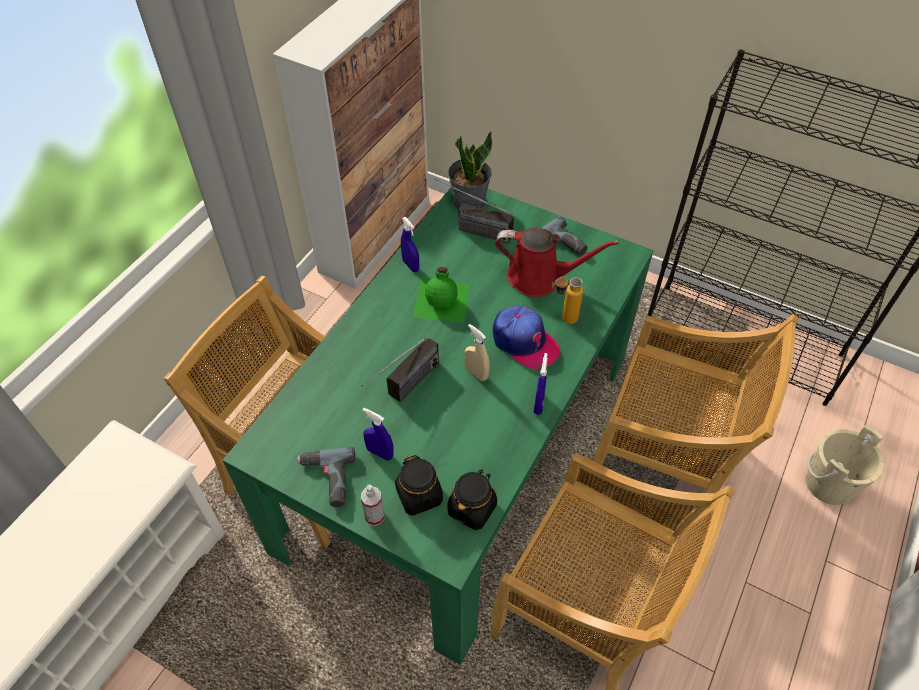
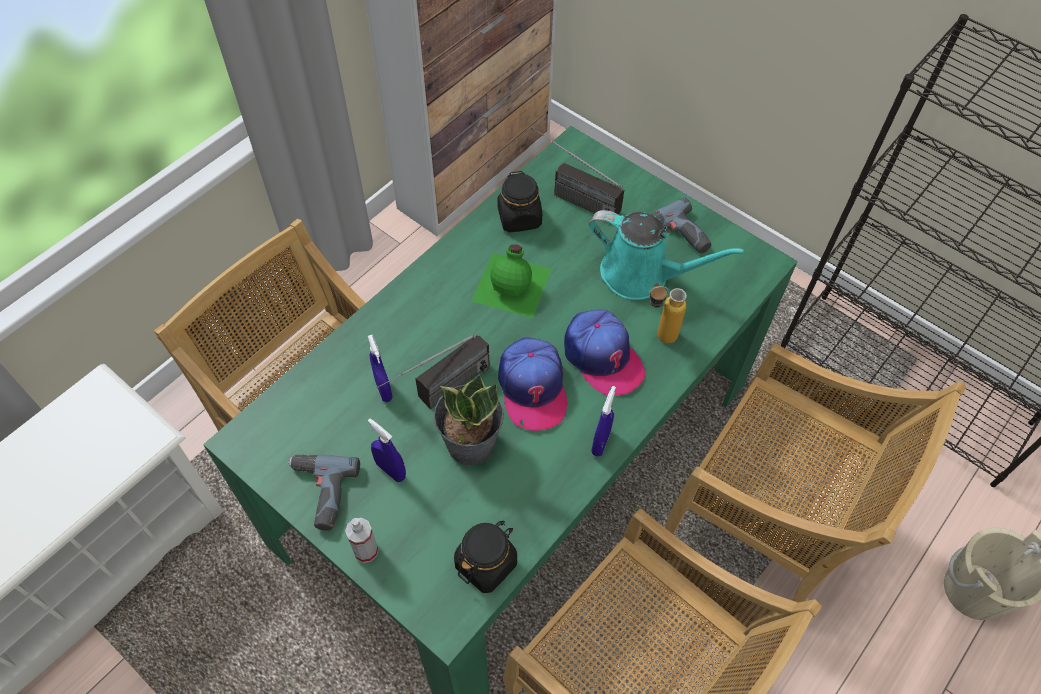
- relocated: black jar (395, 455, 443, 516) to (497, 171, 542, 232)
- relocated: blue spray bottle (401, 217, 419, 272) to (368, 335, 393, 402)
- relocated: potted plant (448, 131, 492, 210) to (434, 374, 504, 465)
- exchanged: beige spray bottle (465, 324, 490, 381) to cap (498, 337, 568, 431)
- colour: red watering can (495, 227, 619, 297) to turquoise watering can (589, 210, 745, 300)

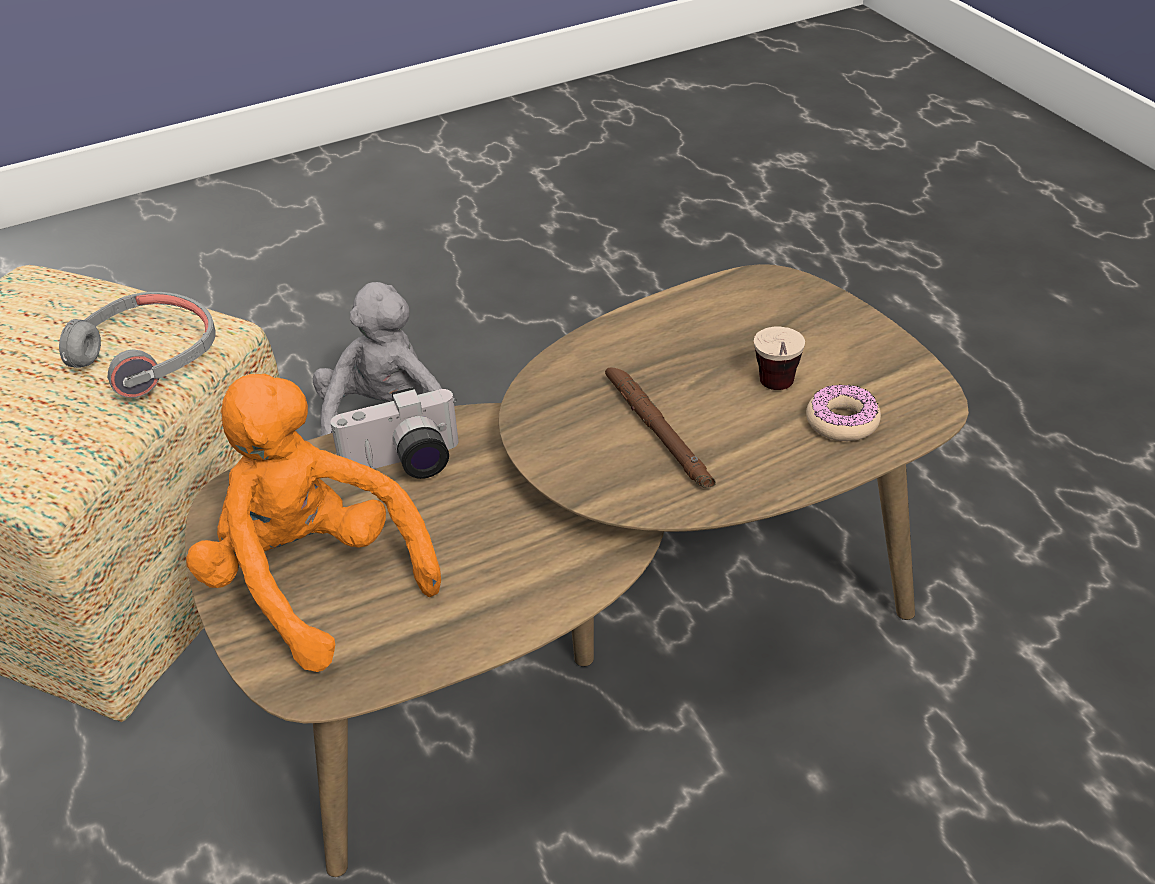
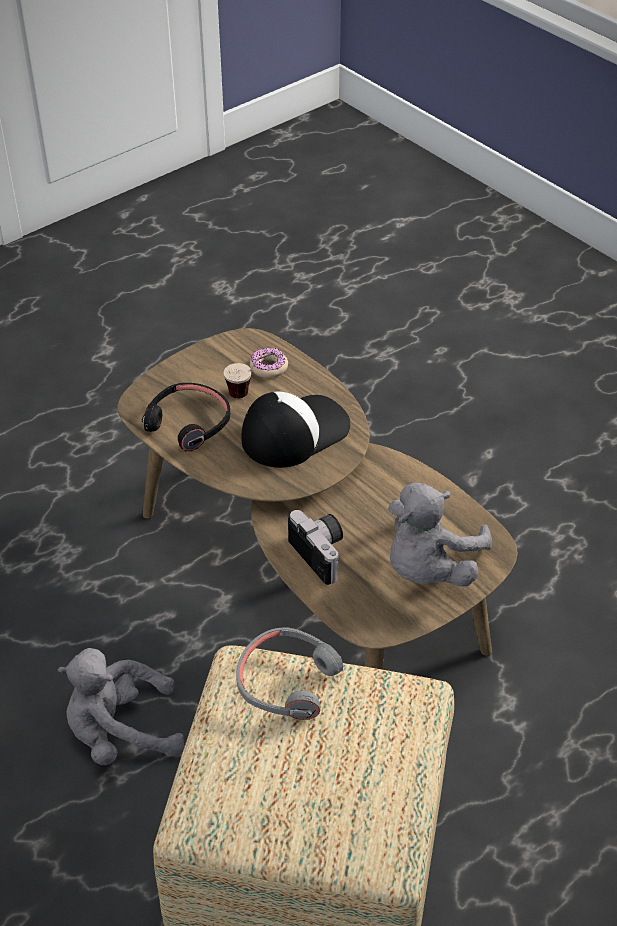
- appeared: black headphones (142, 383, 230, 451)
- exchanged: brown flashlight (605, 367, 716, 488) to cap (242, 391, 350, 468)
- colour: orange plush toy (186, 373, 441, 672) to grey plush toy (388, 482, 492, 586)

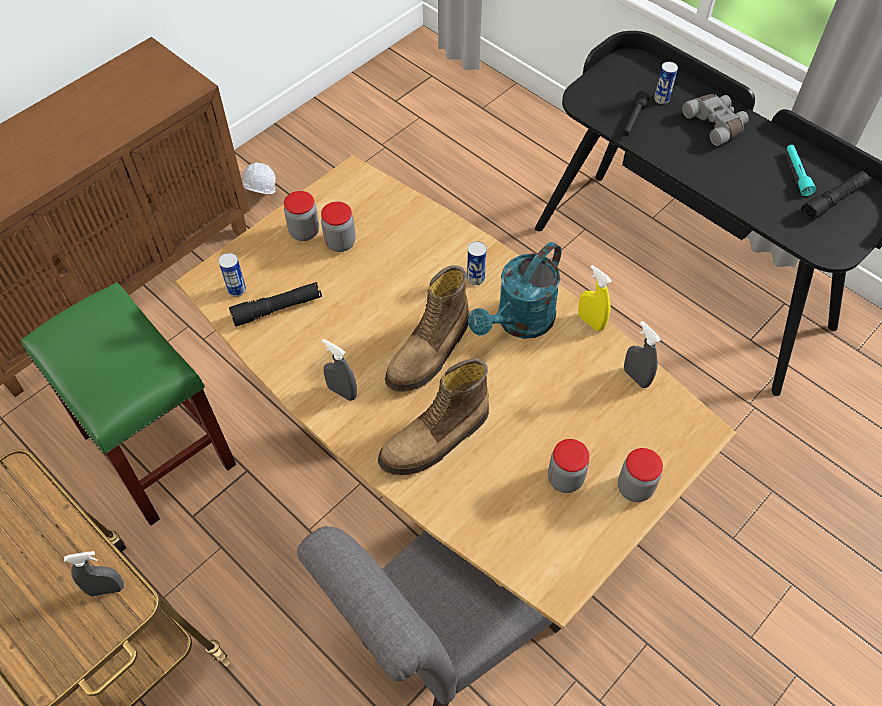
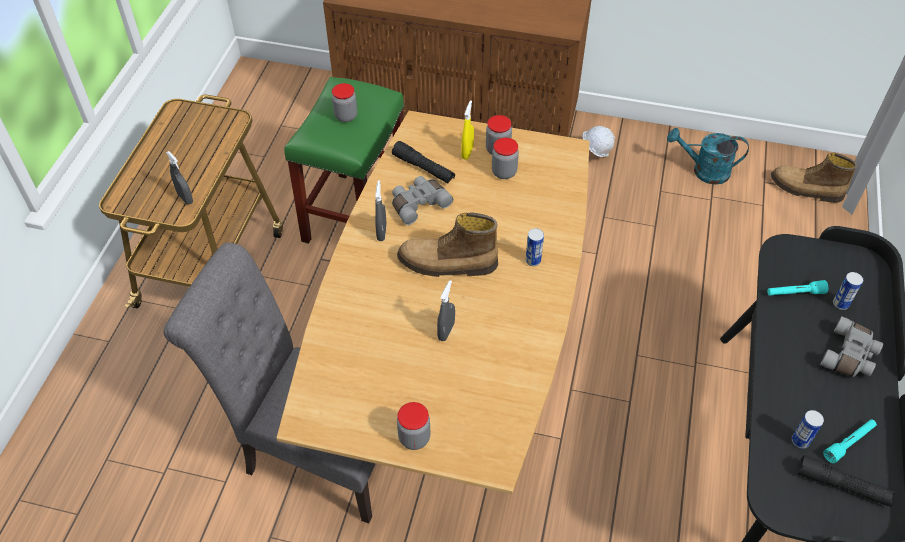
- appeared: grey binoculars (392, 176, 453, 225)
- relocated: can (219, 253, 246, 297) to (792, 410, 824, 449)
- relocated: boot (378, 358, 489, 475) to (771, 153, 857, 203)
- relocated: turquoise watering can (468, 242, 562, 339) to (667, 128, 749, 185)
- relocated: jar (548, 439, 590, 493) to (332, 83, 357, 122)
- relocated: yellow spray bottle (578, 265, 612, 331) to (461, 100, 474, 160)
- relocated: grey spray bottle (624, 321, 661, 388) to (437, 280, 455, 341)
- colour: black flashlight (622, 91, 649, 136) to turquoise flashlight (767, 280, 828, 296)

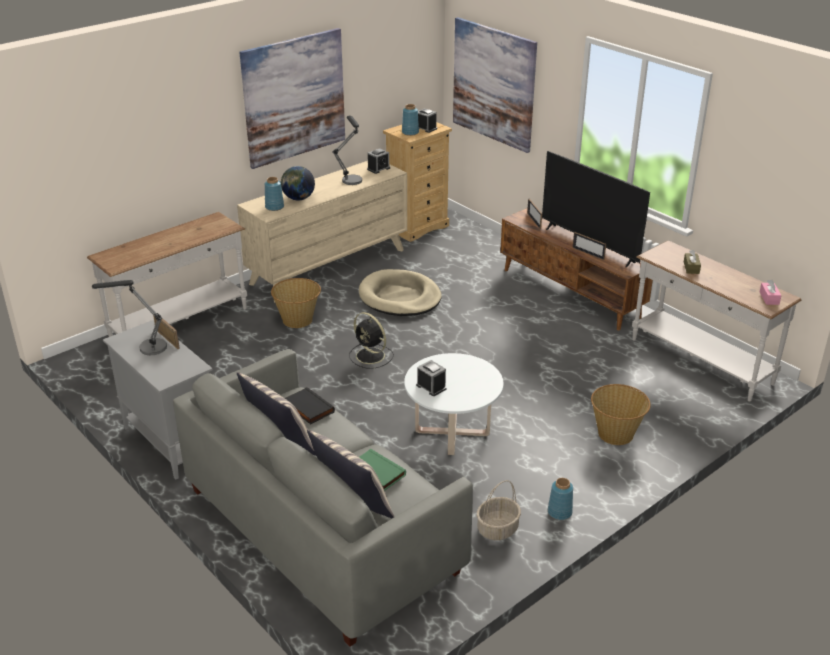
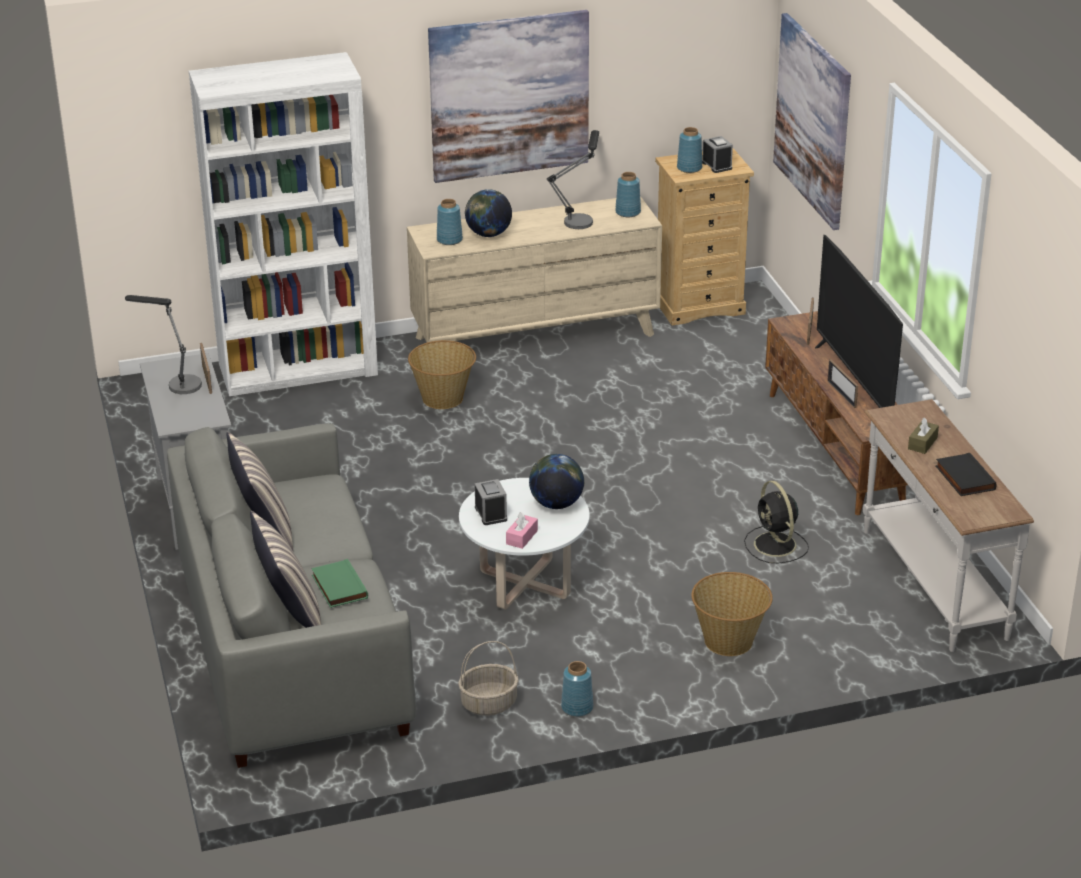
- missing: beige dog bed (359, 269, 442, 316)
- appeared: globe (529, 454, 584, 509)
- relocated: black book (285, 387, 335, 424) to (935, 453, 997, 496)
- relocated: black fan (349, 312, 394, 369) to (744, 481, 809, 563)
- relocated: pink tissue box (760, 280, 782, 305) to (506, 512, 538, 549)
- exchanged: white console table (87, 212, 247, 337) to white bookcase (189, 52, 378, 396)
- exchanged: alarm clock (367, 148, 390, 174) to blue vase (615, 172, 641, 217)

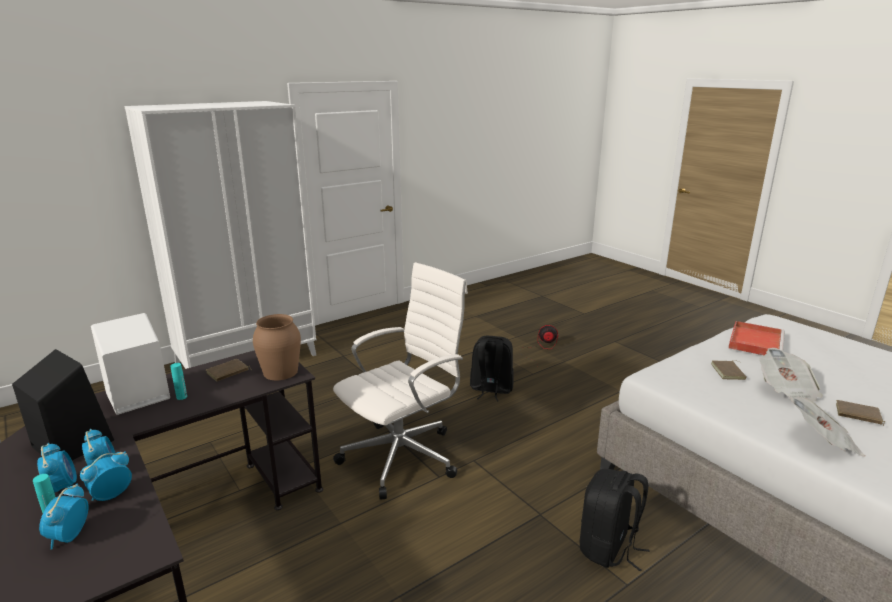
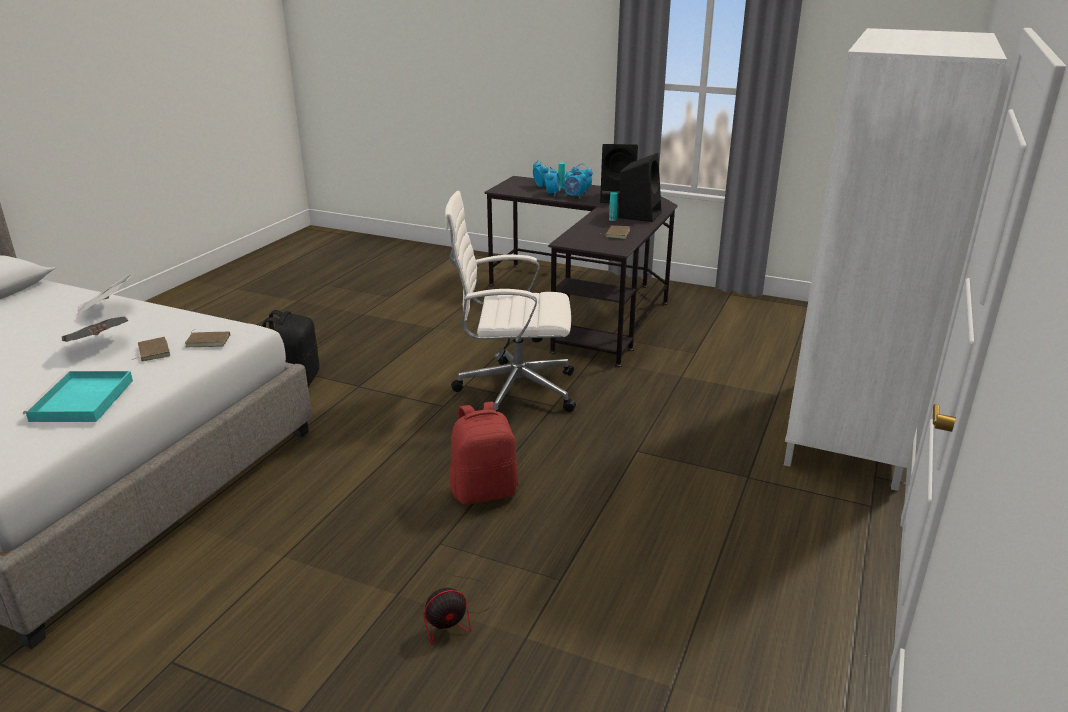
- missing: brown vase (253, 314, 301, 380)
- relocated: brown book (836, 400, 885, 426) to (185, 329, 230, 347)
- colour: white speaker (91, 313, 170, 415) to black speaker (618, 153, 661, 222)
- colour: black backpack (470, 336, 514, 402) to red backpack (450, 402, 518, 504)
- colour: red tray (728, 321, 785, 355) to turquoise tray (23, 371, 133, 422)
- spun: white office chair (333, 262, 468, 500) = (445, 191, 576, 412) 75 degrees clockwise

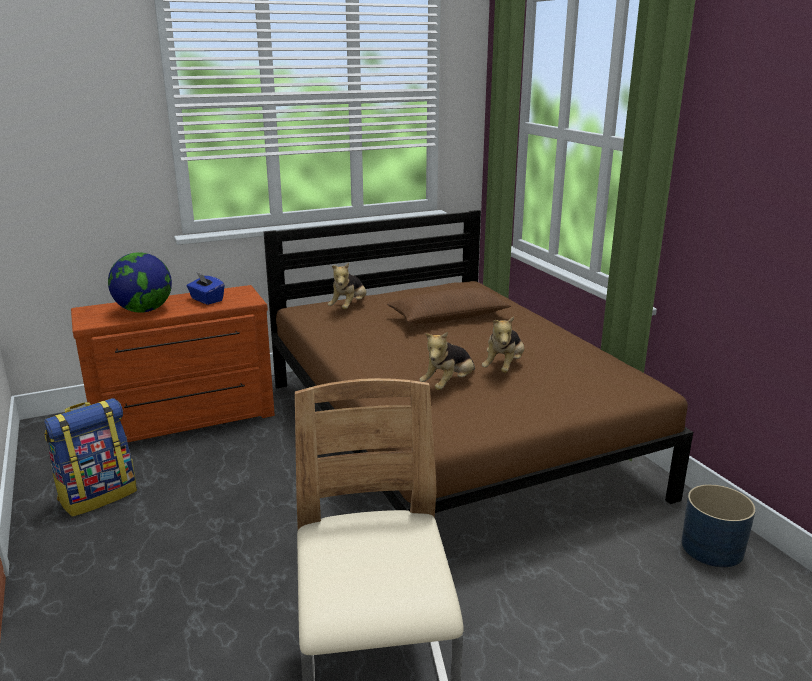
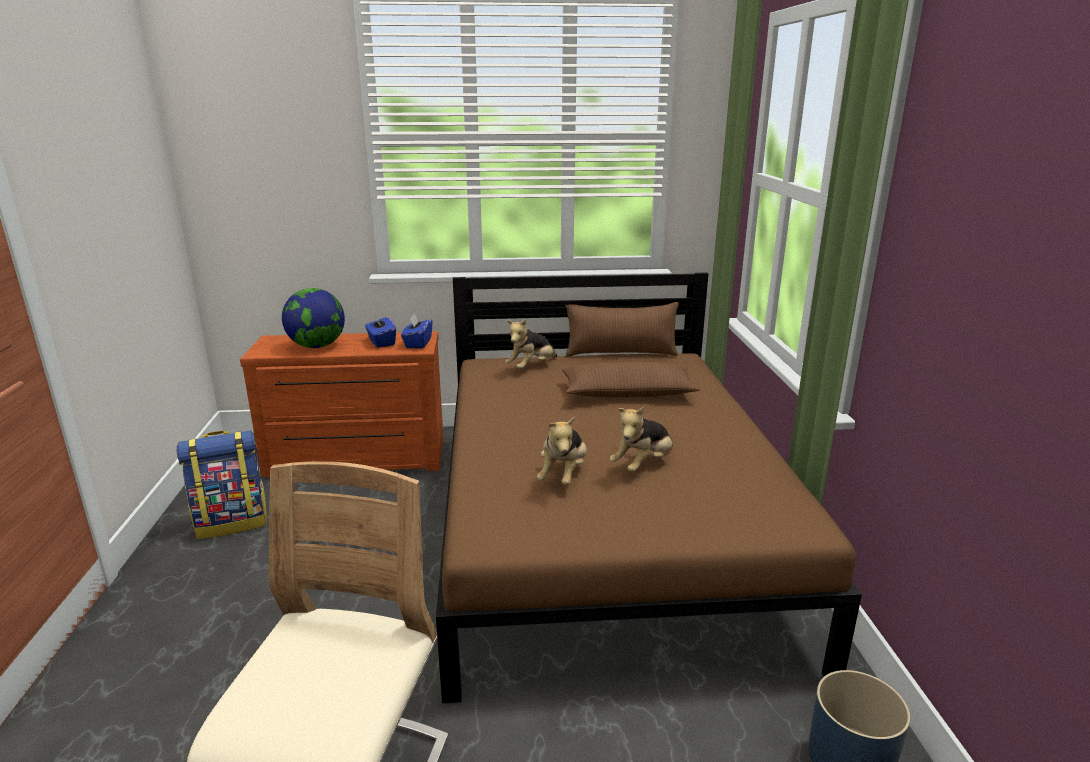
- appeared: blue tissue box (401, 314, 433, 348)
- appeared: brown pillow (565, 302, 679, 357)
- spun: plush toy (419, 332, 475, 390) = (537, 416, 587, 486) 45 degrees counterclockwise

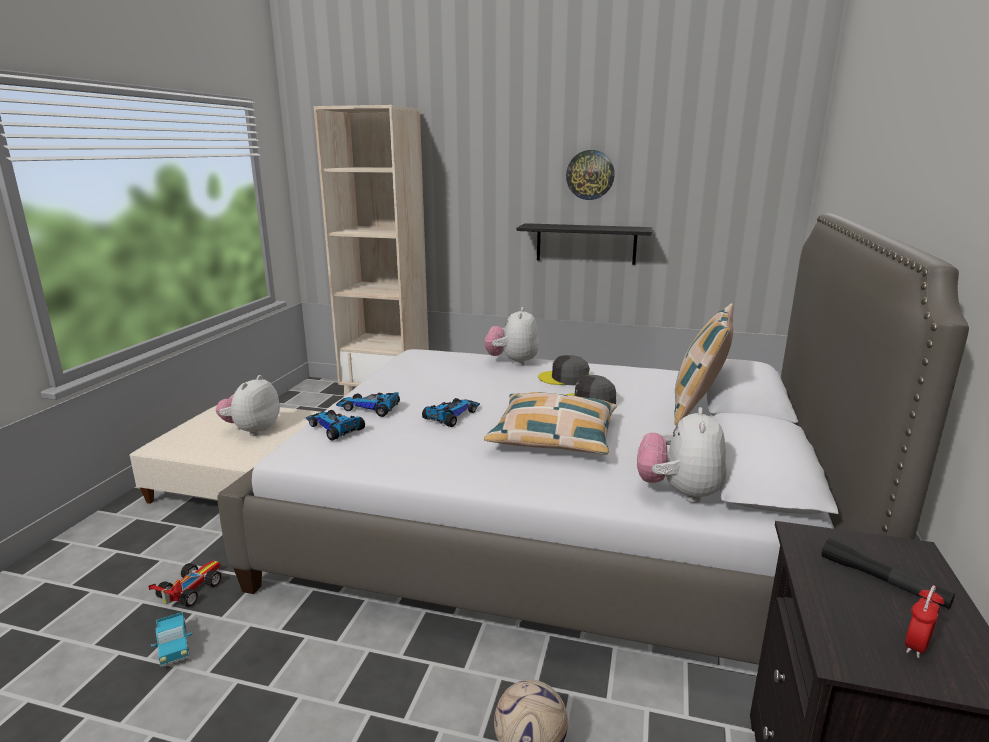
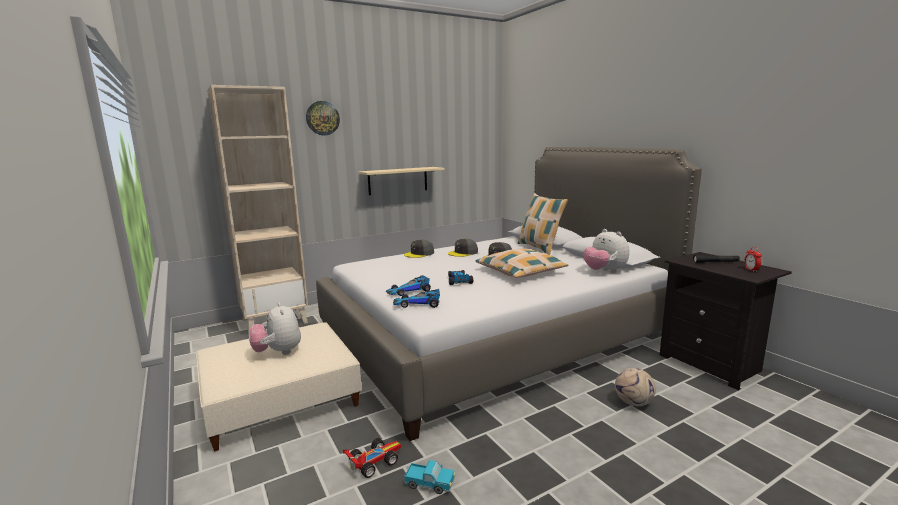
- relocated: wall clock (566, 150, 615, 200) to (306, 101, 340, 135)
- exchanged: plush toy (485, 307, 539, 366) to grey cap (404, 240, 434, 258)
- colour: black shelf (517, 223, 653, 265) to beige shelf (359, 167, 444, 195)
- spun: toy car (148, 560, 221, 607) = (343, 438, 401, 478) 75 degrees clockwise

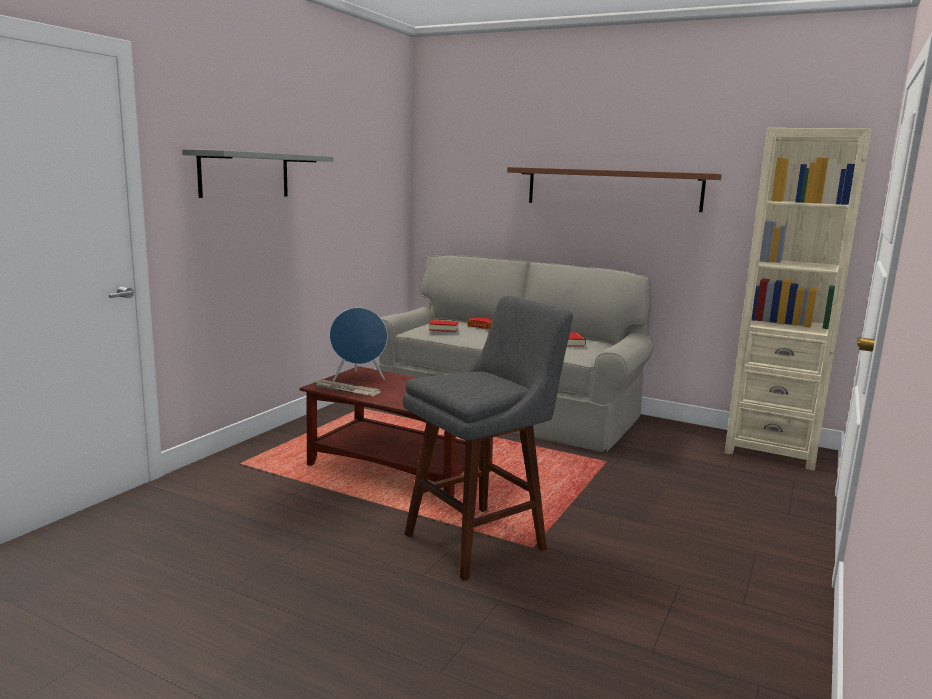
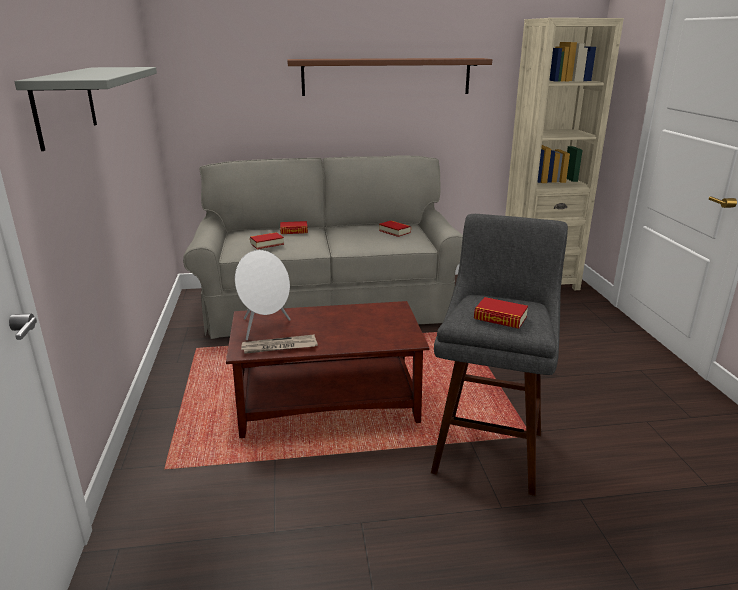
- appeared: book (474, 297, 528, 329)
- colour: blue speaker (330, 308, 387, 381) to white speaker (235, 250, 291, 340)

